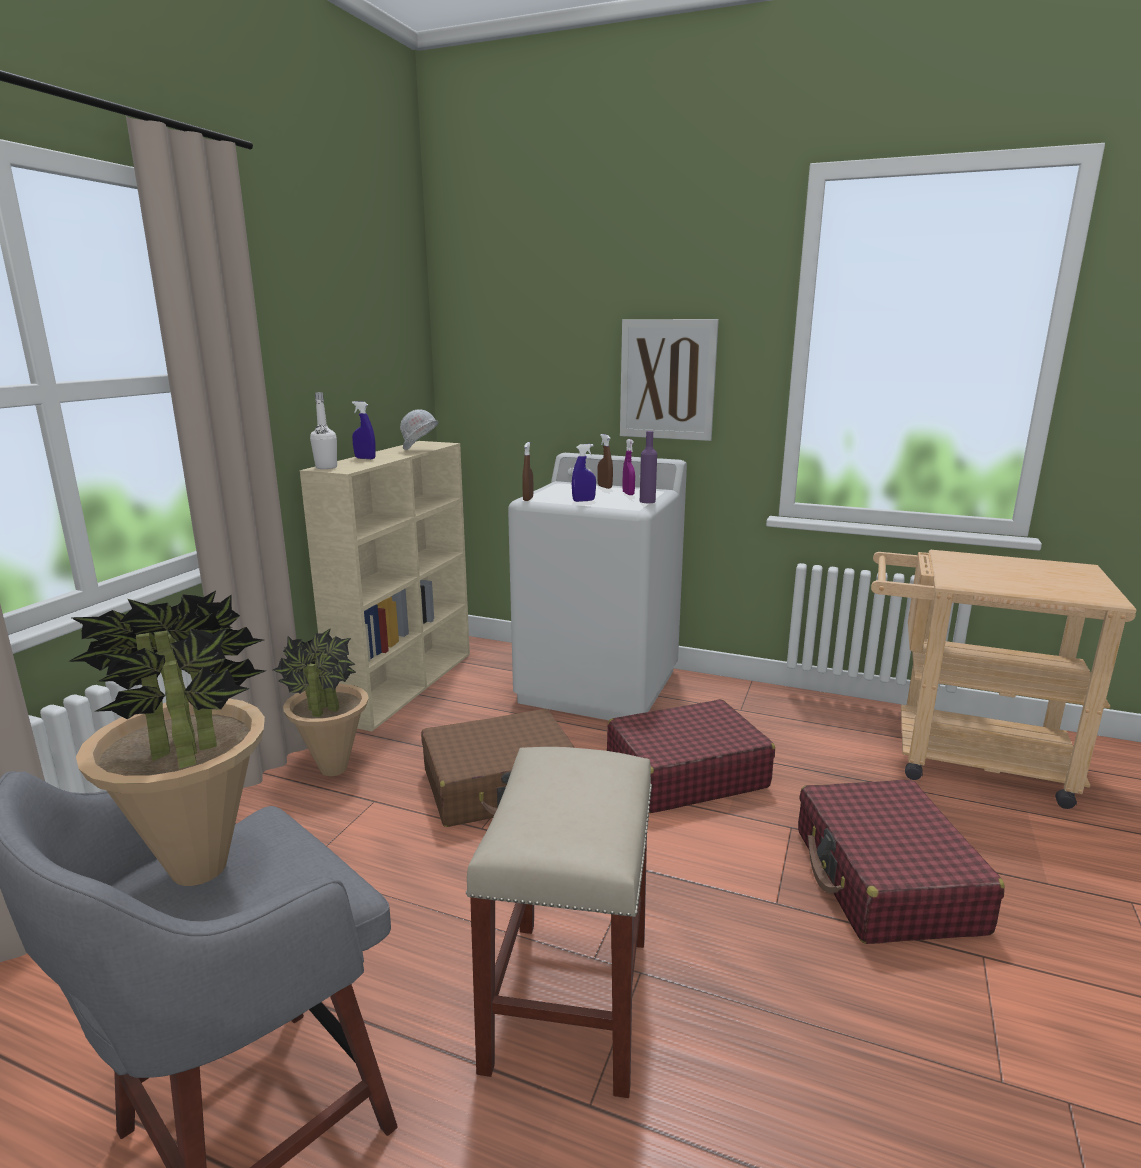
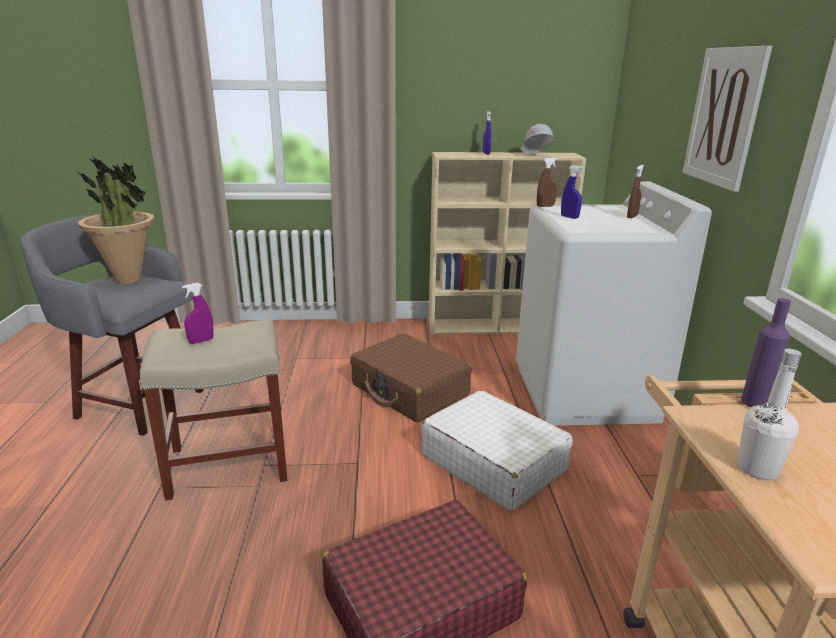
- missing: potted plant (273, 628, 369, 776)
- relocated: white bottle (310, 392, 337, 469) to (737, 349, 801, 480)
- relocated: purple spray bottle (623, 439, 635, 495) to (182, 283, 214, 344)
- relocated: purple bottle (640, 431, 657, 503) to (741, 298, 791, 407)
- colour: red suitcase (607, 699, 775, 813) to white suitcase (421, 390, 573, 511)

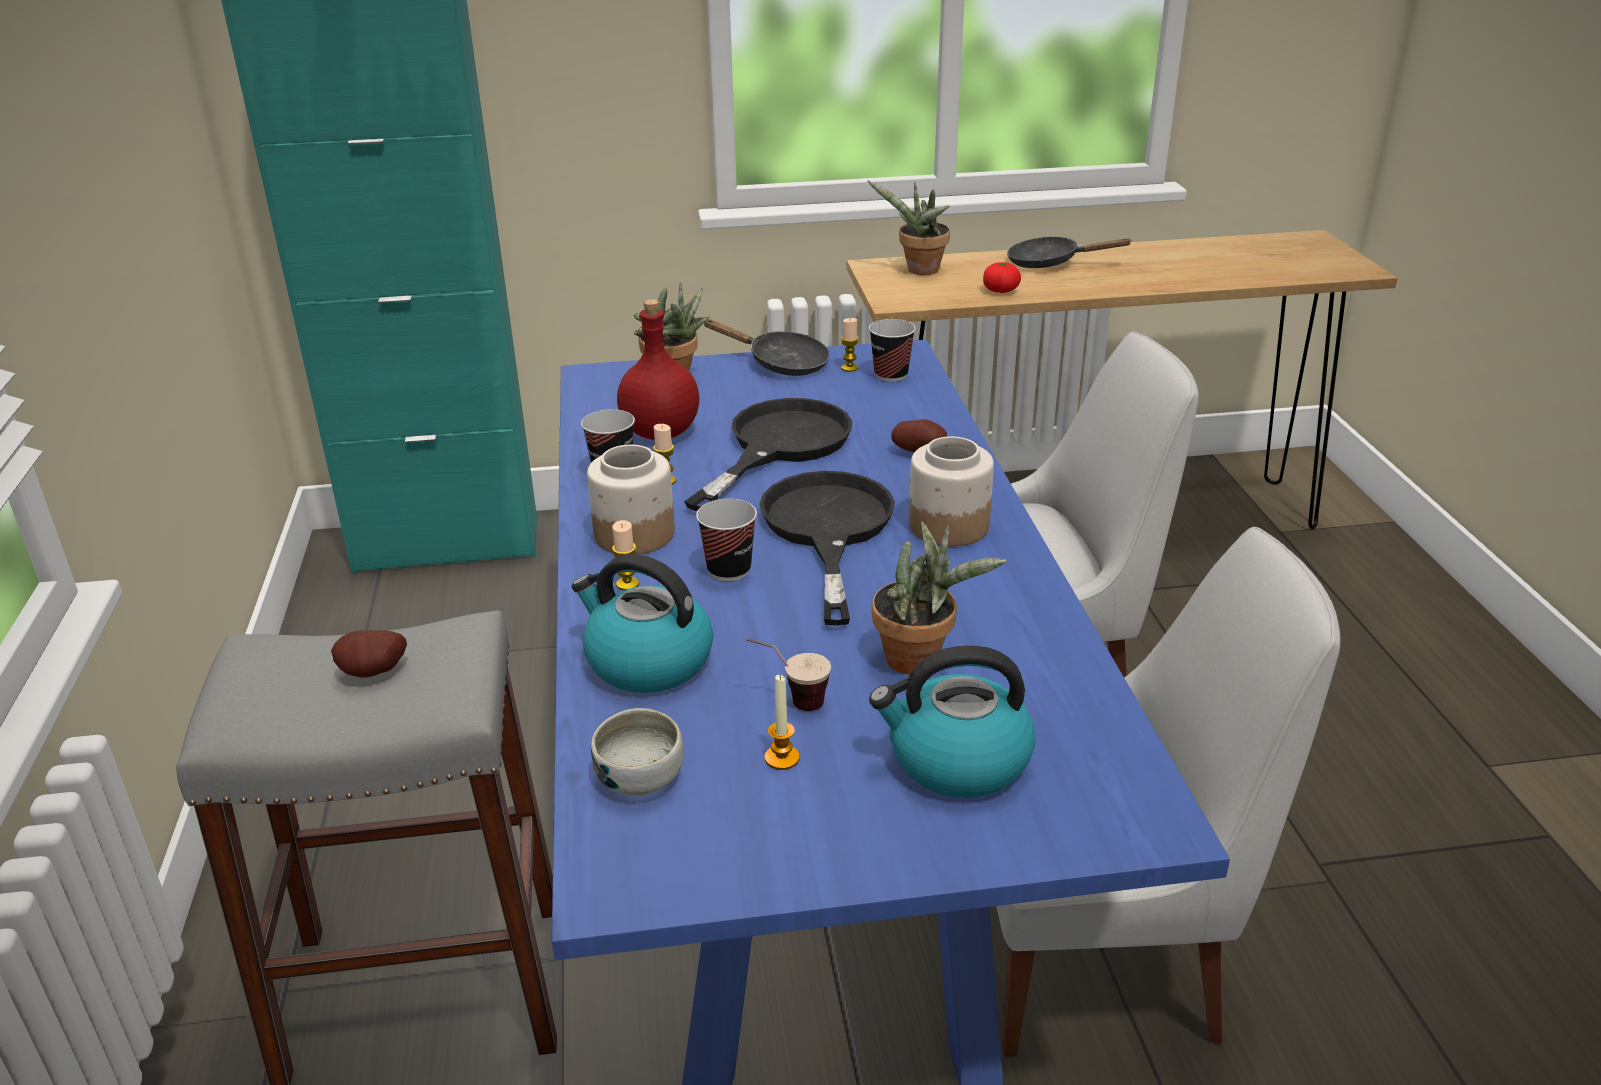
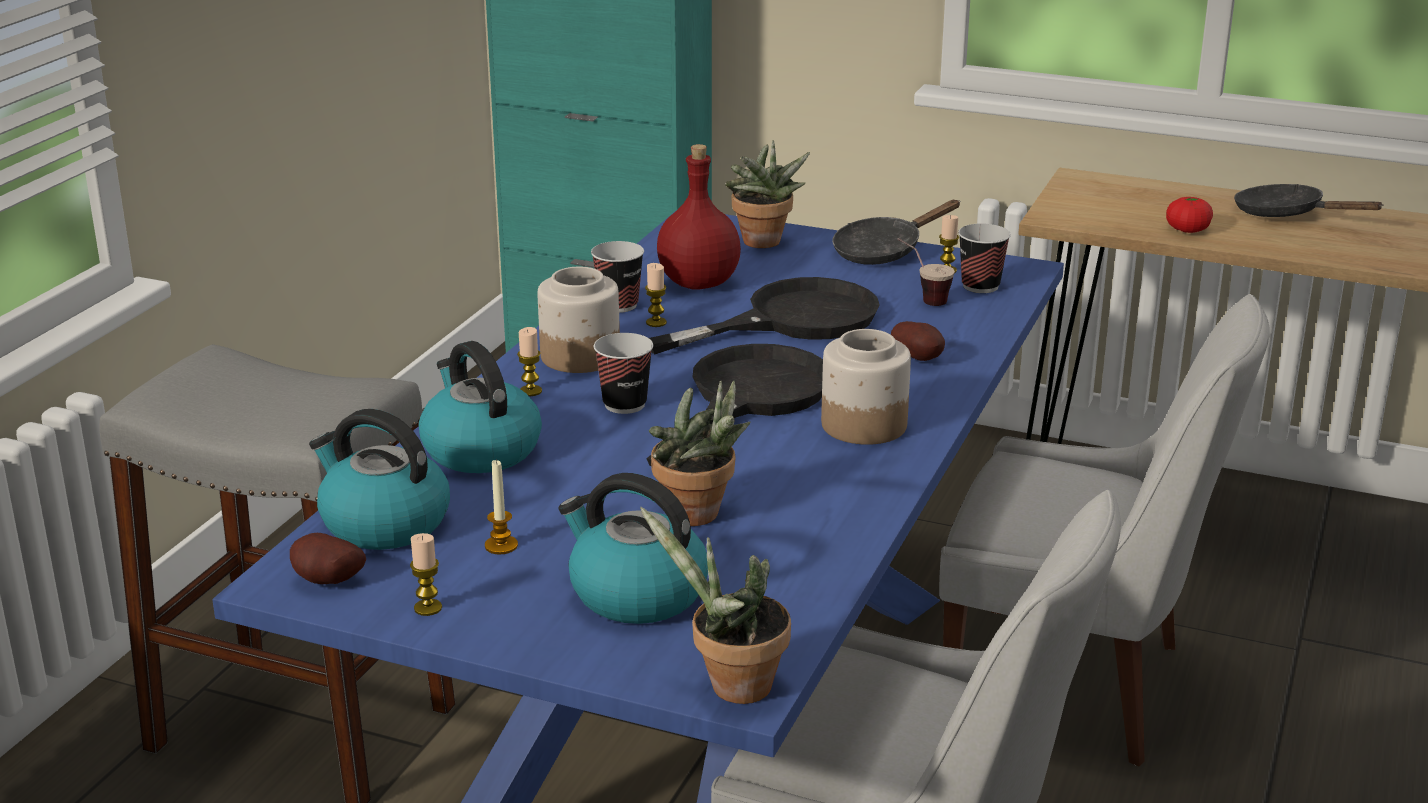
- appeared: candle (410, 533, 442, 616)
- relocated: potato (331, 630, 407, 678) to (290, 533, 366, 584)
- relocated: cup (746, 638, 831, 711) to (897, 238, 955, 306)
- relocated: potted plant (867, 180, 950, 275) to (640, 507, 791, 704)
- exchanged: bowl (591, 708, 683, 795) to kettle (309, 409, 450, 550)
- spun: black frying pan (704, 319, 830, 376) = (832, 200, 961, 265) 90 degrees clockwise

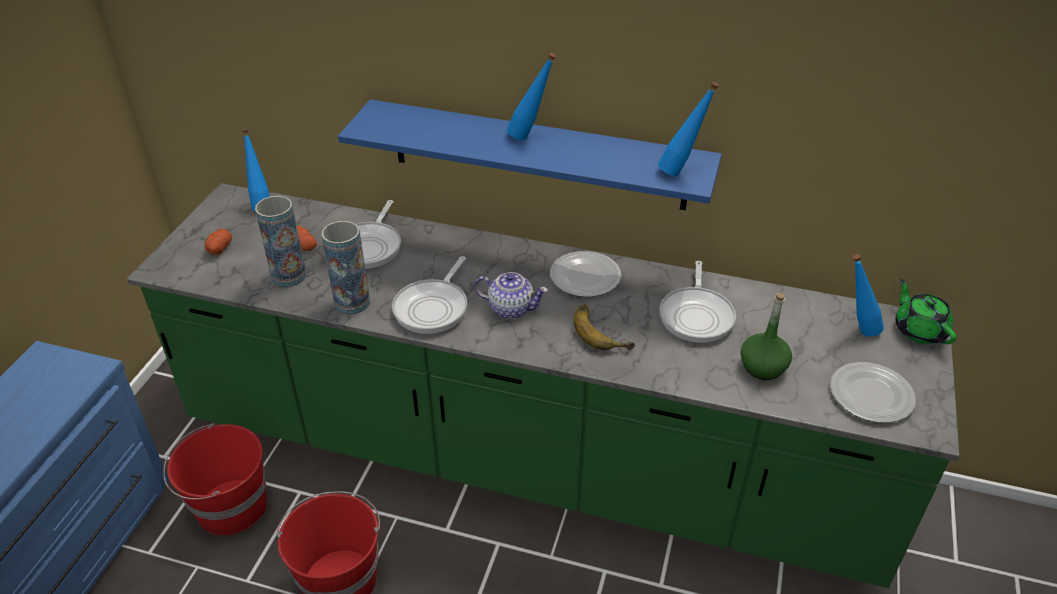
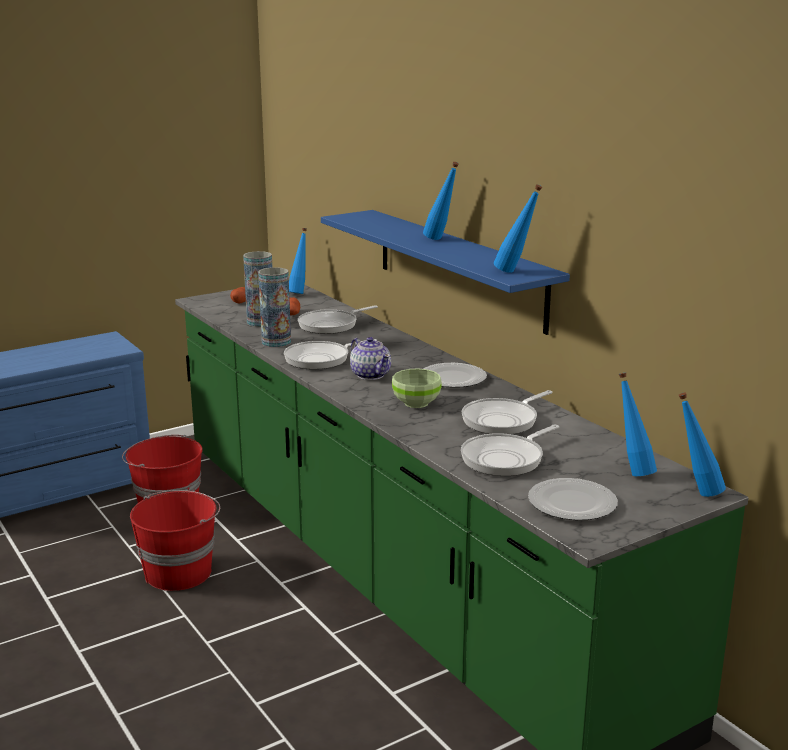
- exchanged: banana (574, 305, 635, 350) to green bowl (392, 369, 442, 408)
- exchanged: green bottle (740, 293, 792, 380) to frying pan (461, 425, 559, 476)
- exchanged: green teapot (895, 279, 957, 344) to blue bottle (678, 393, 726, 497)

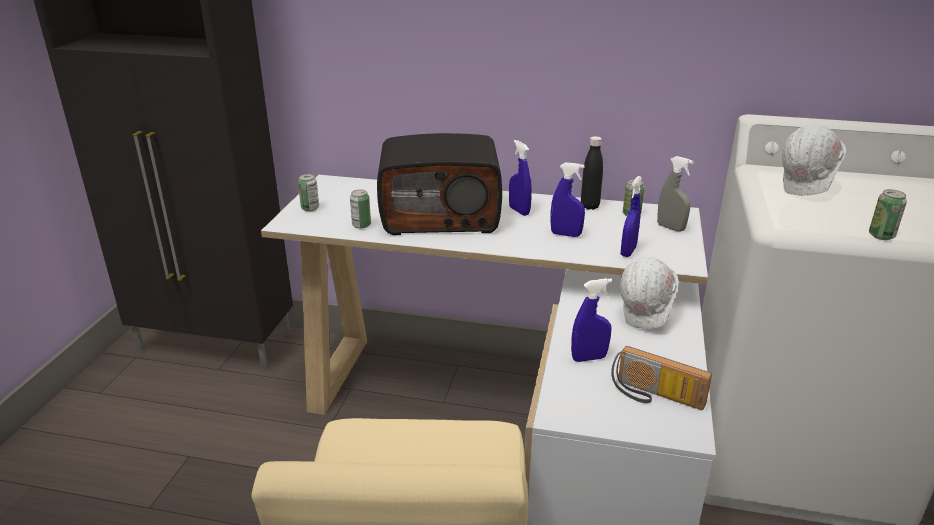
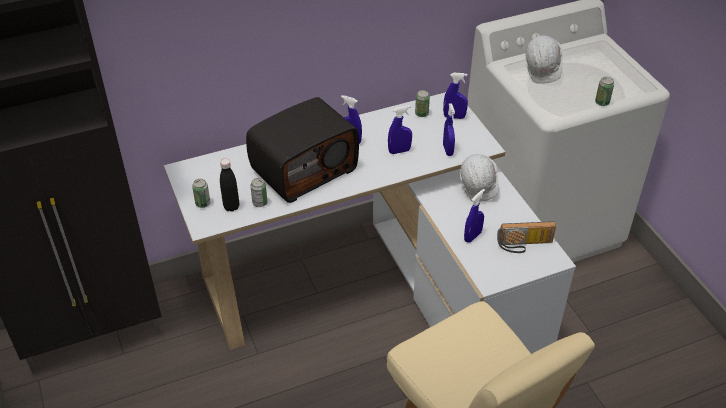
- relocated: black bottle (581, 136, 603, 210) to (220, 159, 239, 212)
- colour: grey spray bottle (657, 156, 694, 232) to blue spray bottle (443, 73, 468, 119)

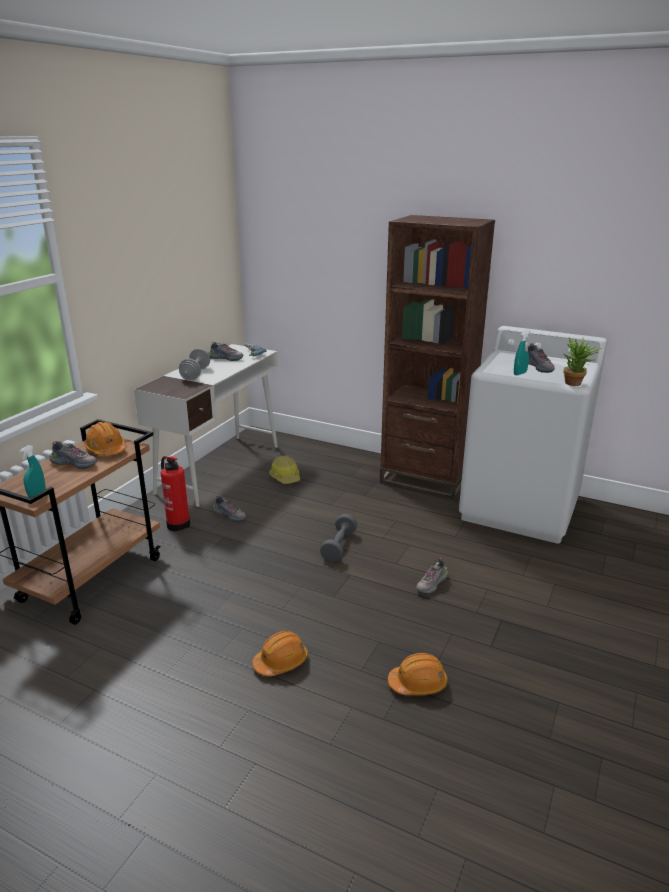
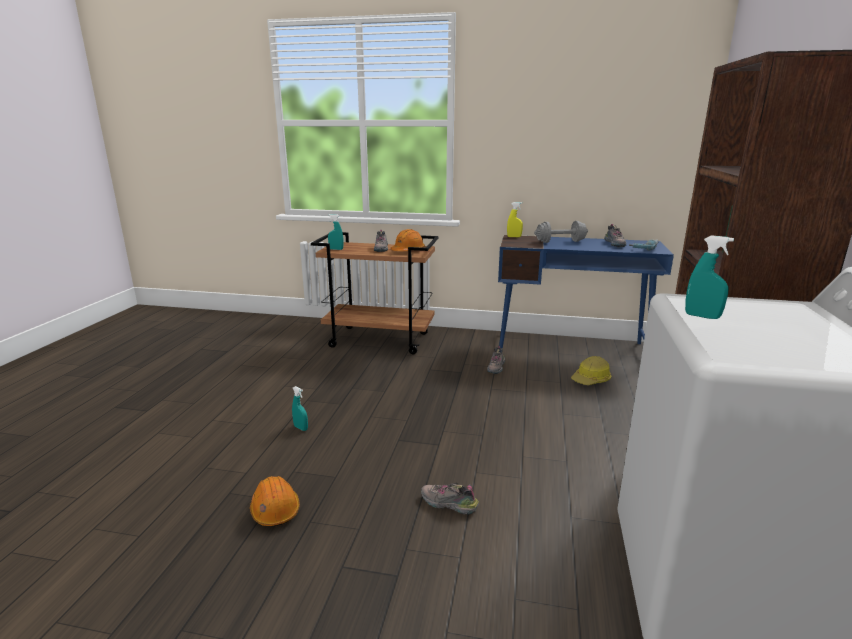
- missing: fire extinguisher (161, 456, 190, 531)
- missing: grey dumbbell (320, 514, 357, 562)
- missing: shoe (528, 344, 555, 373)
- missing: potted plant (563, 337, 601, 386)
- appeared: yellow spray bottle (507, 202, 523, 237)
- exchanged: orange hard hat (252, 631, 308, 676) to turquoise spray bottle (292, 386, 308, 431)
- colour: white desk (134, 344, 278, 507) to blue desk (498, 235, 674, 349)

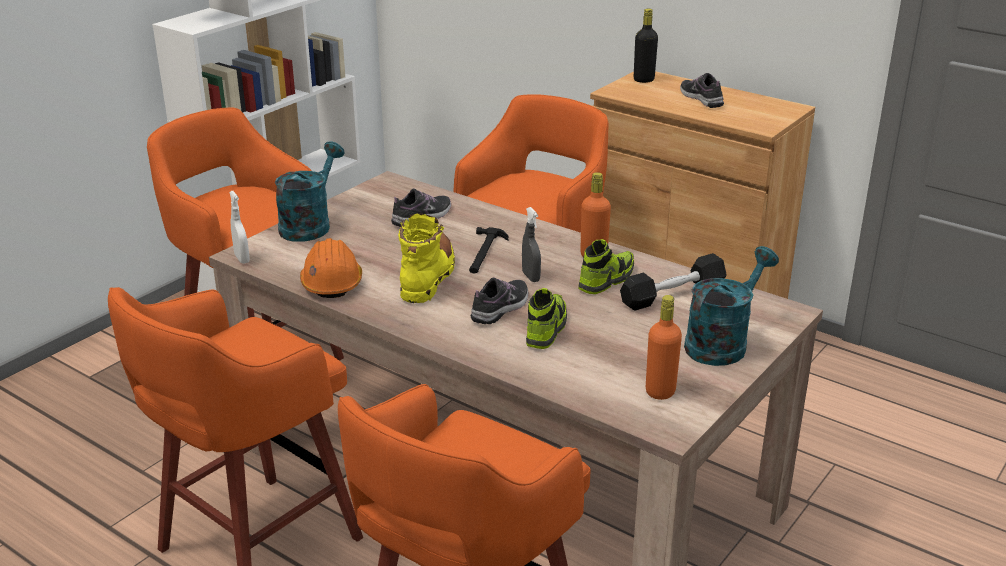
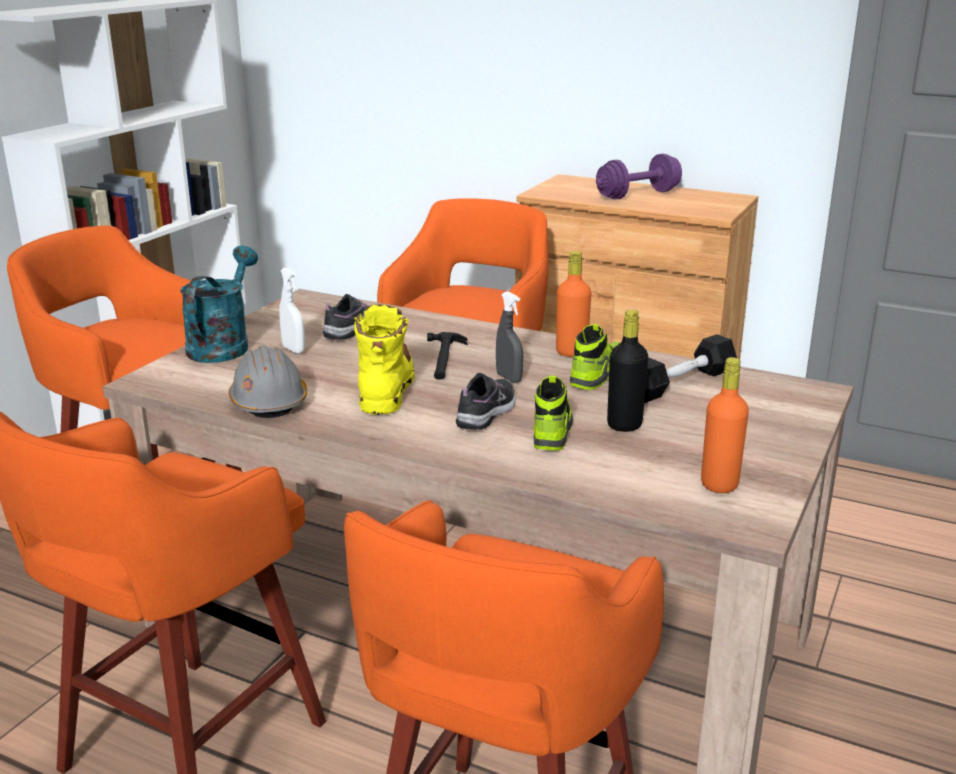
- missing: turquoise watering can (684, 246, 779, 366)
- relocated: white spray bottle (229, 191, 250, 264) to (279, 267, 305, 354)
- relocated: black bottle (634, 9, 658, 83) to (607, 309, 648, 432)
- exchanged: shoe (680, 73, 724, 108) to purple dumbbell (596, 154, 682, 199)
- colour: orange hard hat (300, 238, 362, 298) to grey hard hat (228, 346, 307, 418)

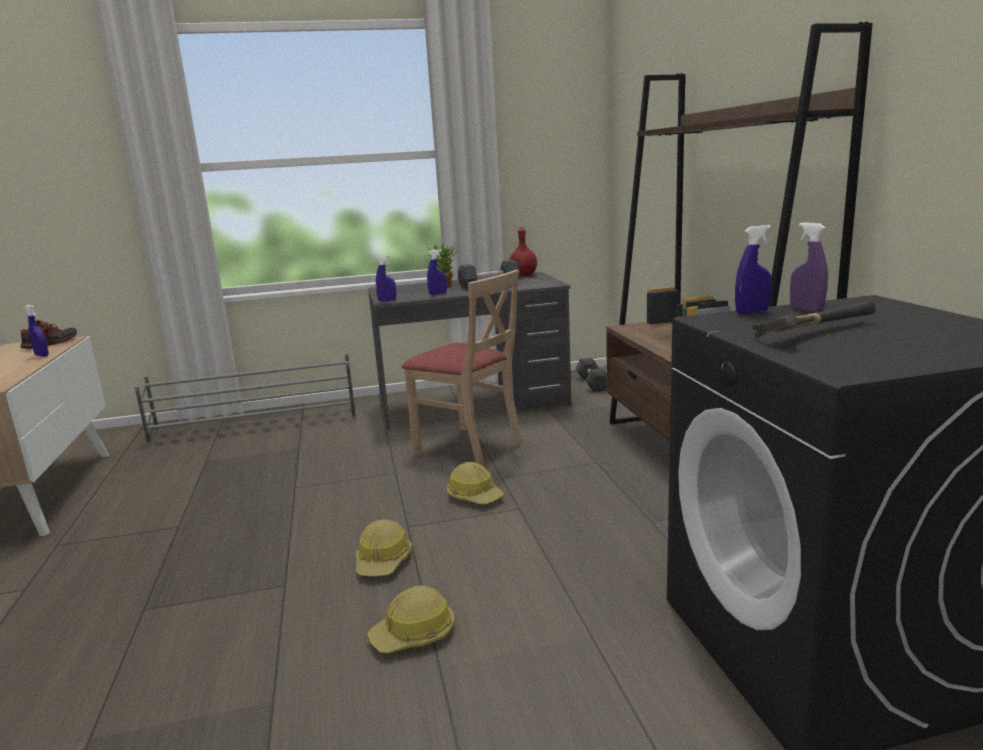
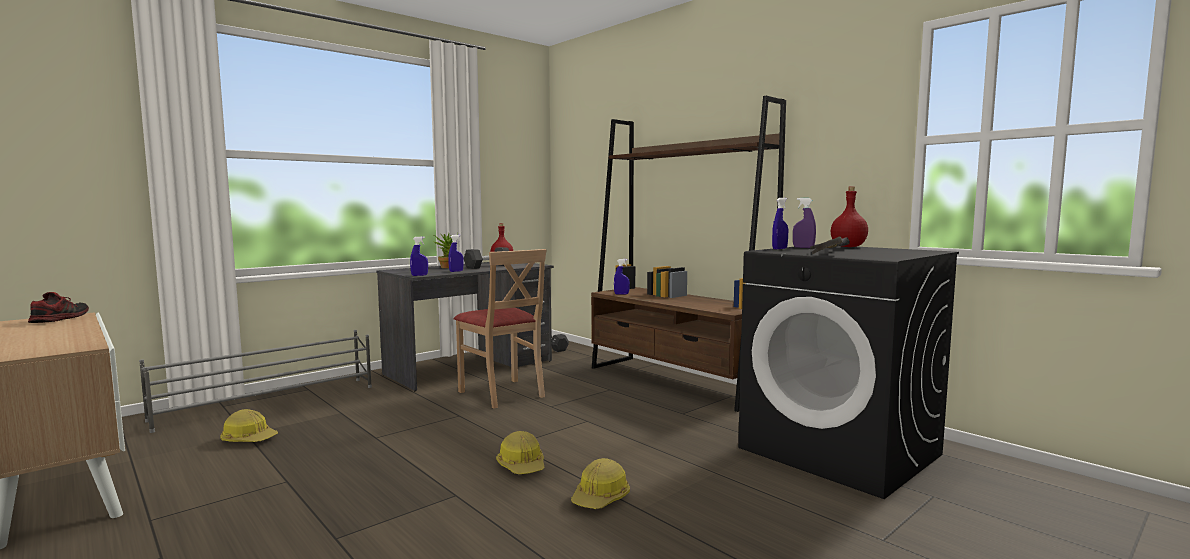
- appeared: red bottle (831, 186, 868, 247)
- relocated: blue spray bottle (25, 305, 49, 357) to (614, 259, 630, 294)
- relocated: hard hat (447, 462, 504, 504) to (220, 409, 278, 442)
- spun: beige chair (401, 270, 522, 467) = (454, 249, 547, 408) 45 degrees clockwise

